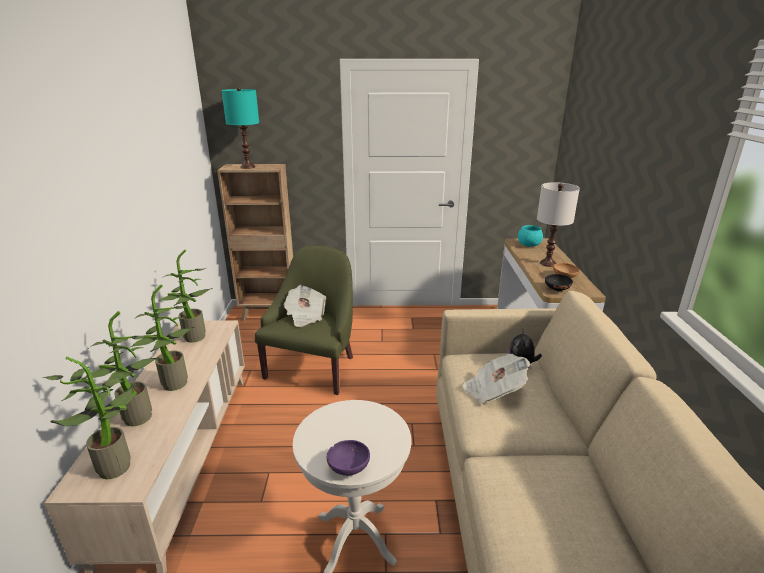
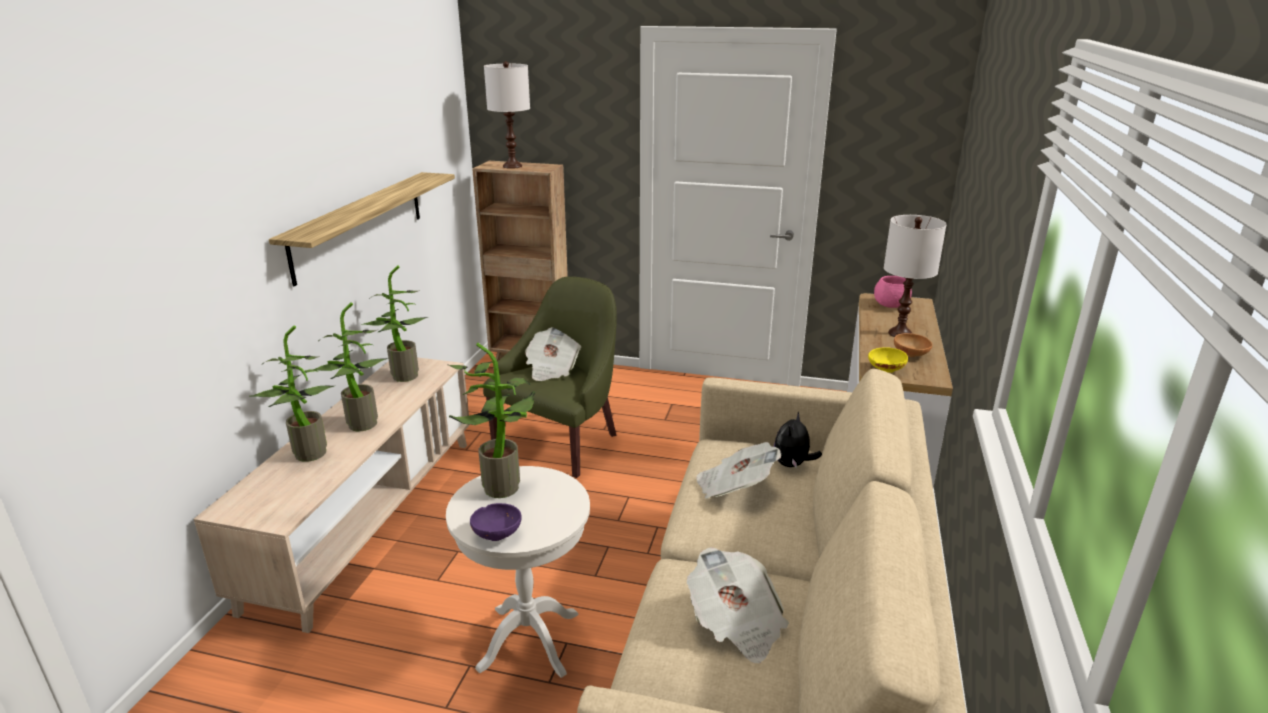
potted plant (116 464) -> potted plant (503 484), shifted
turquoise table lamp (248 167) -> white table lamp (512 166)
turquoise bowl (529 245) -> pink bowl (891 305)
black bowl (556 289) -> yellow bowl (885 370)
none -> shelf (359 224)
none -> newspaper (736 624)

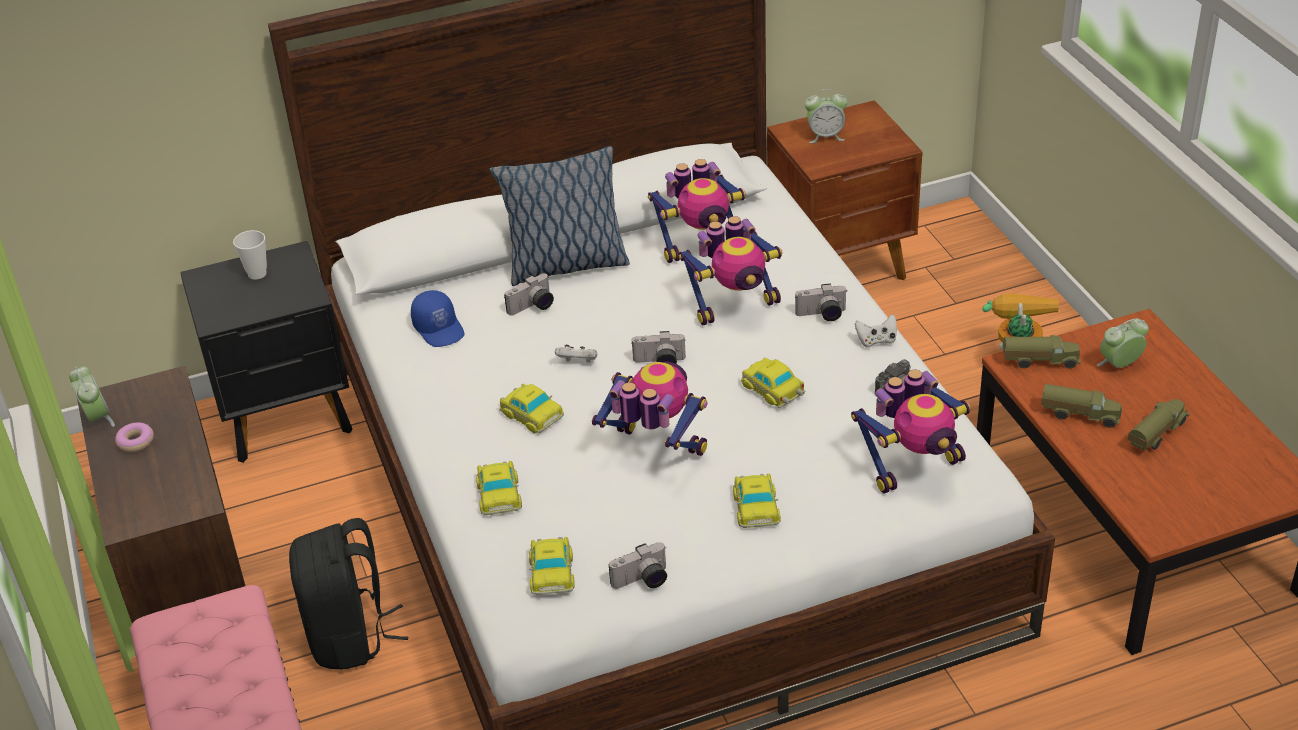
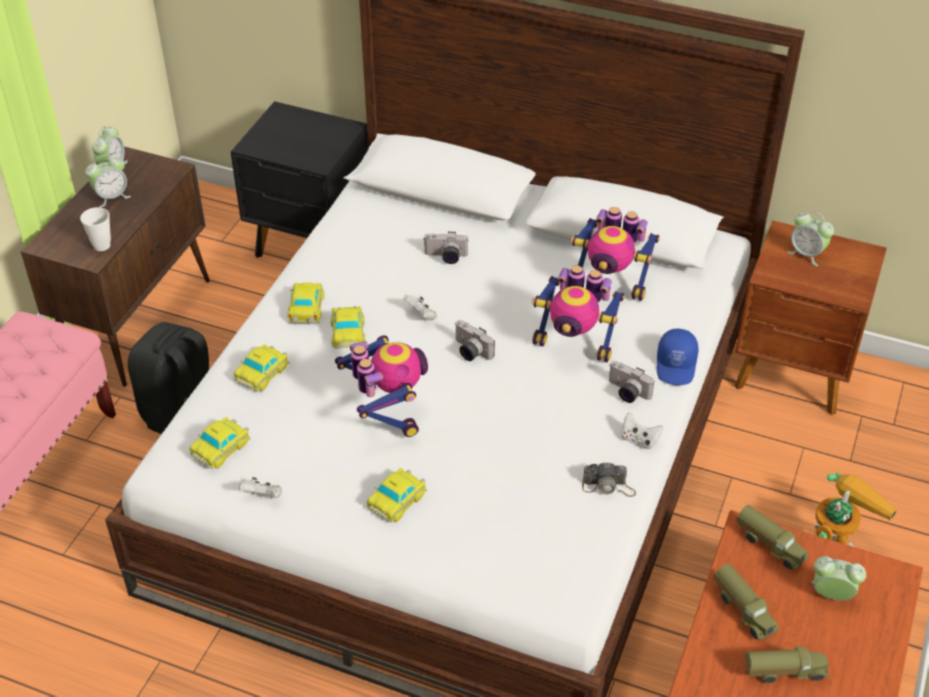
donut (136 442) -> alarm clock (112 197)
cup (257 273) -> cup (102 245), shifted
blue cap (439 328) -> blue cap (677 365), shifted
pillow (565 266) -> none
photo camera (642 581) -> white game controller (263 496)
toy car (773 389) -> toy car (306 309), shifted
toy robot (913 466) -> none

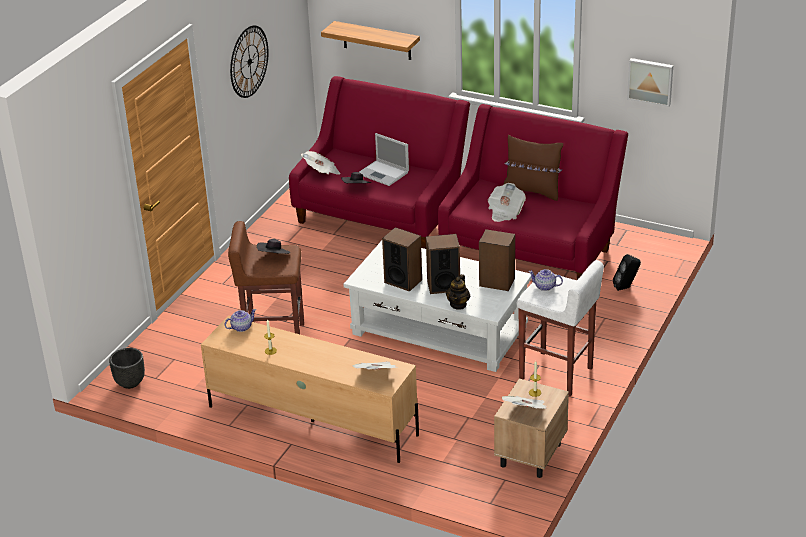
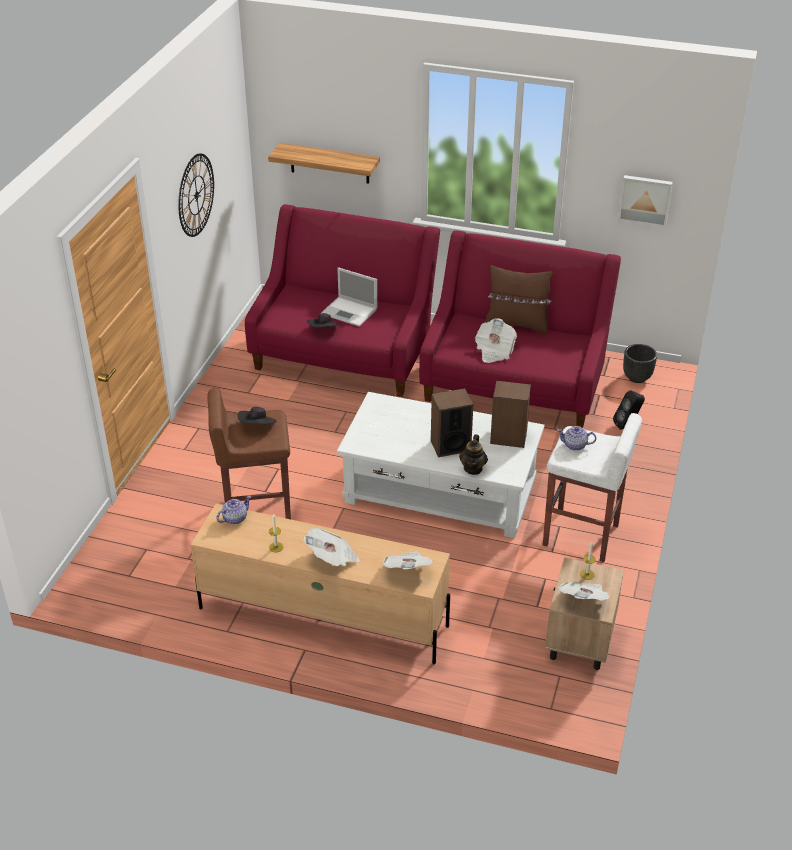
black planter (130 383) -> black planter (637 377), shifted
newspaper (322 172) -> newspaper (332 558), shifted
speaker (403 281) -> none

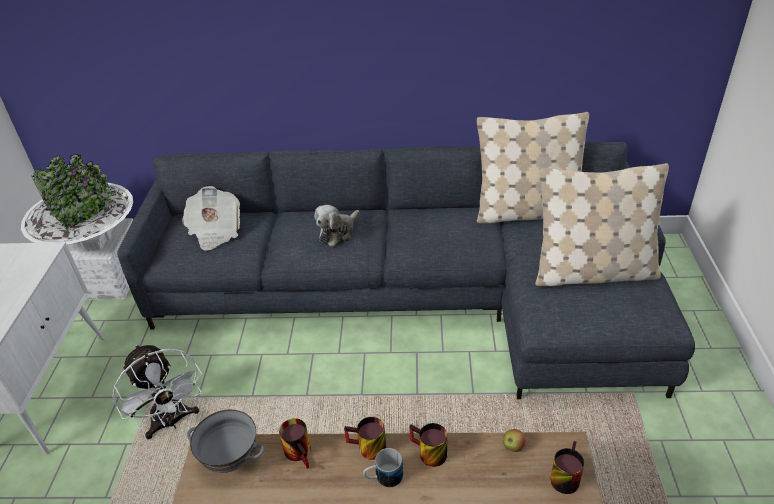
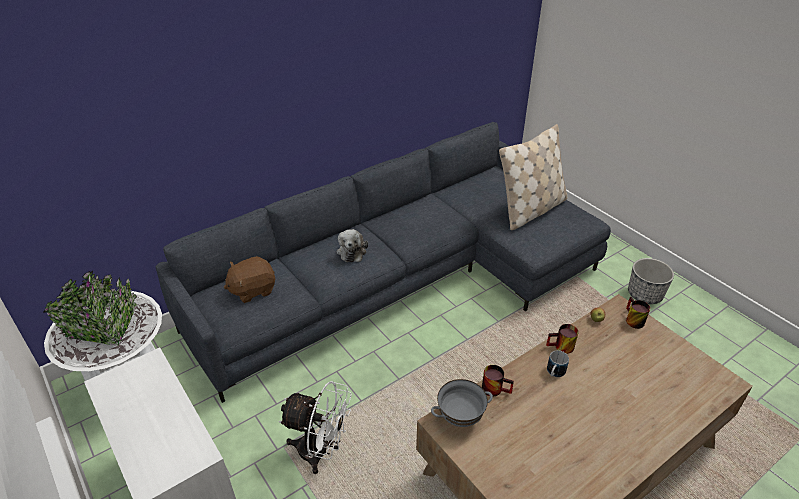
newspaper (215 231) -> brown plush toy (252 290)
mug (367 449) -> none
beige pillow (528 212) -> none
none -> planter (645 294)

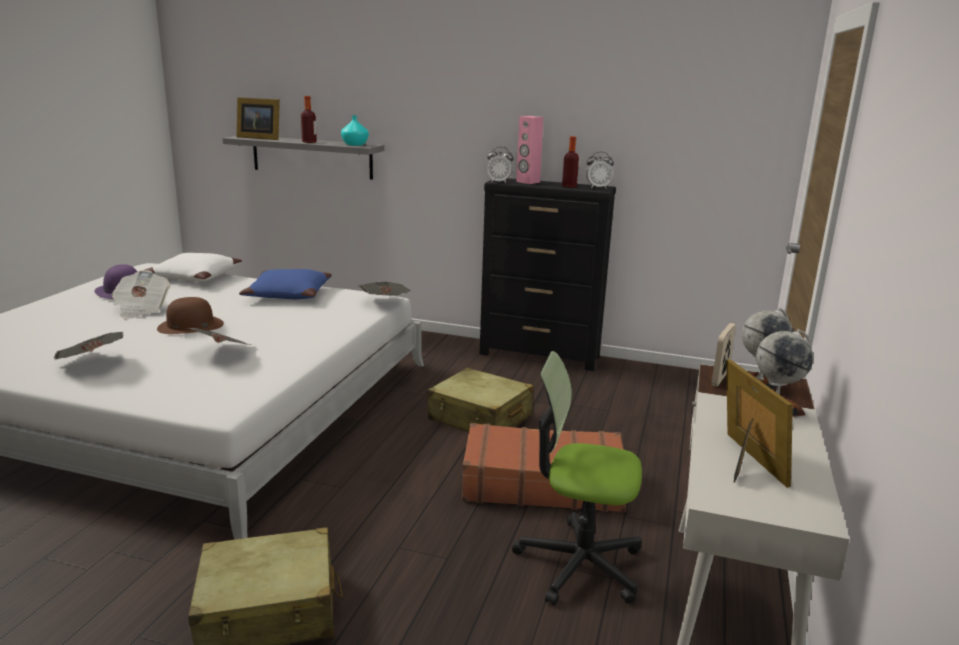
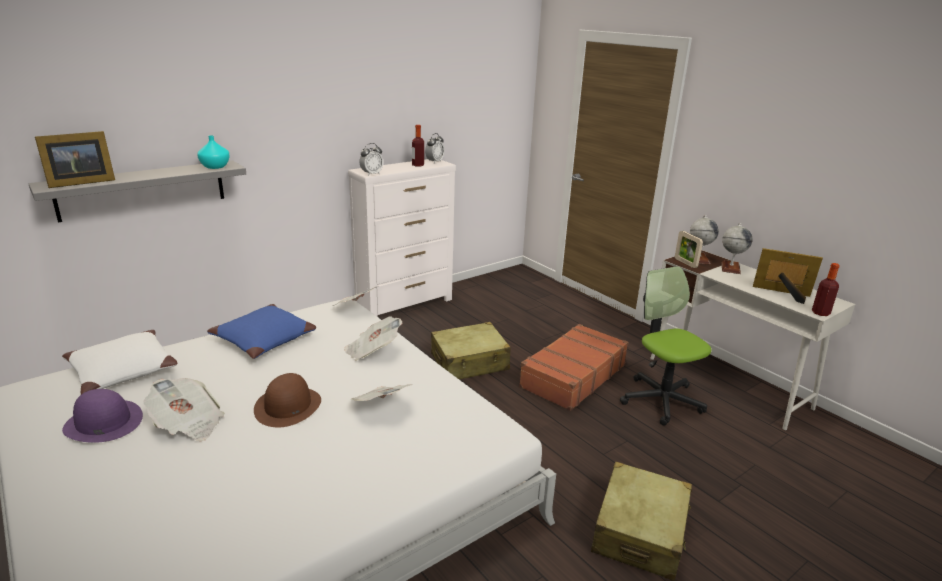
newspaper (91 363) -> newspaper (372 351), shifted
bottle (309 142) -> bottle (820 313), shifted
black dresser (540 356) -> white dresser (405 305)
office chair (579 564) -> office chair (661 400), 105 degrees clockwise
pink speaker (527 182) -> none

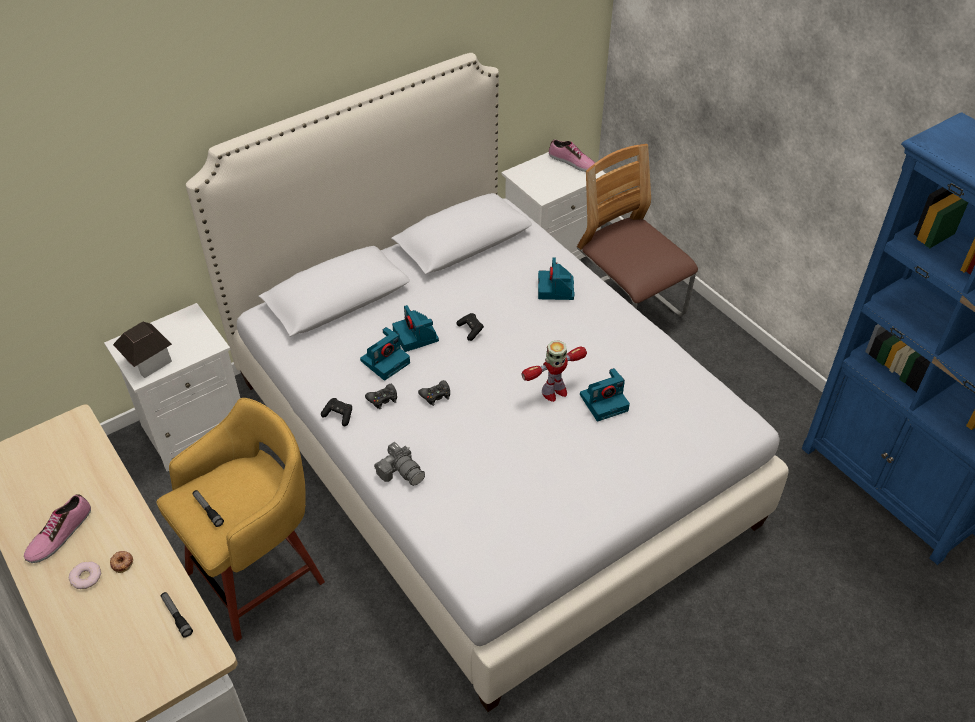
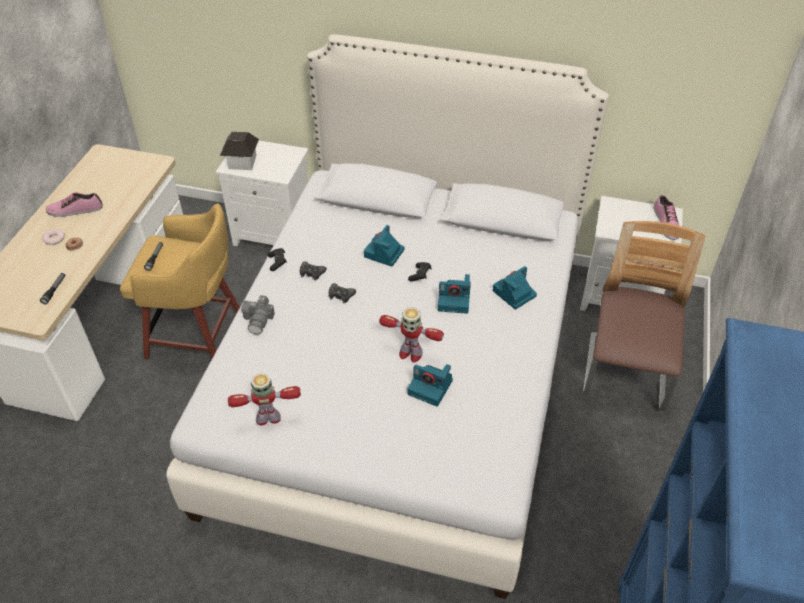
photo camera (385 361) -> photo camera (454 300), shifted
none -> toy robot (269 418)

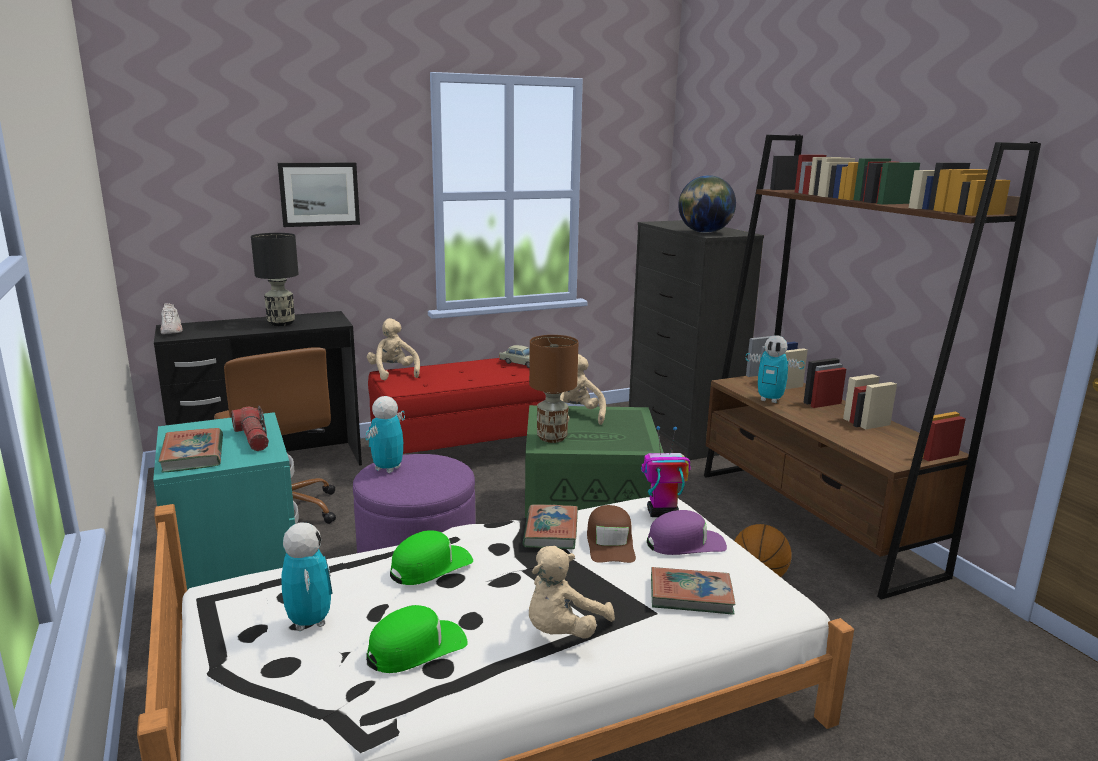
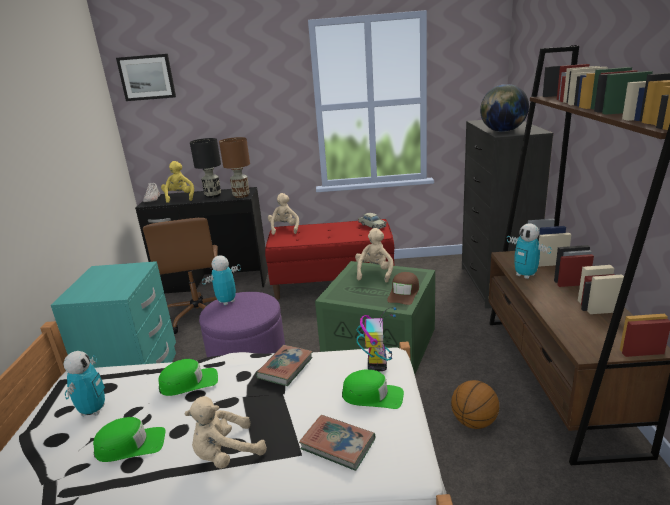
book (193 455) -> none
flashlight (253 438) -> none
picture (319 194) -> picture (147 77), shifted
brown table lamp (551 438) -> brown table lamp (241 196), shifted
brown cap (610 543) -> brown cap (404 293), shifted
toy robot (661 513) -> toy robot (377 365), 75 degrees clockwise
purple cap (685 543) -> green cap (372 396)
none -> yellow plush toy (180 198)

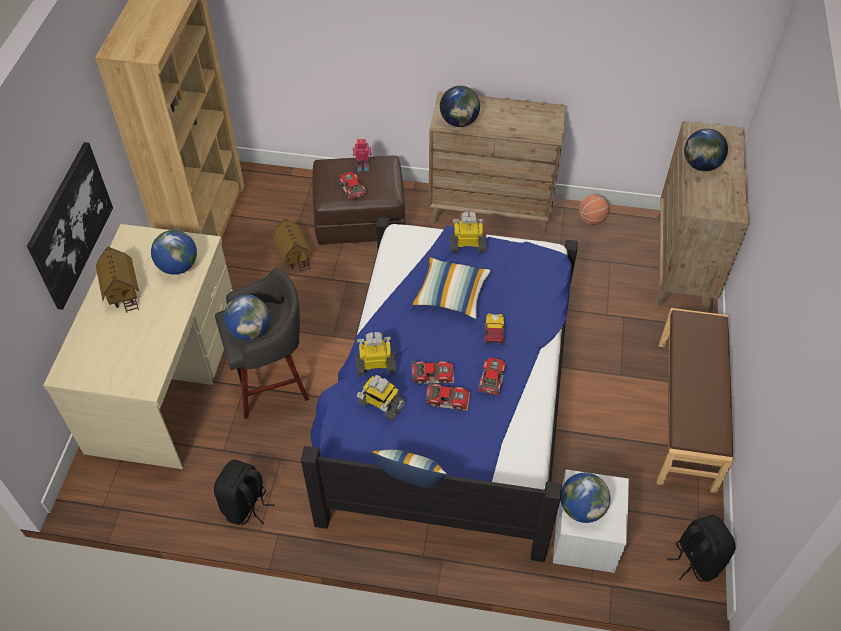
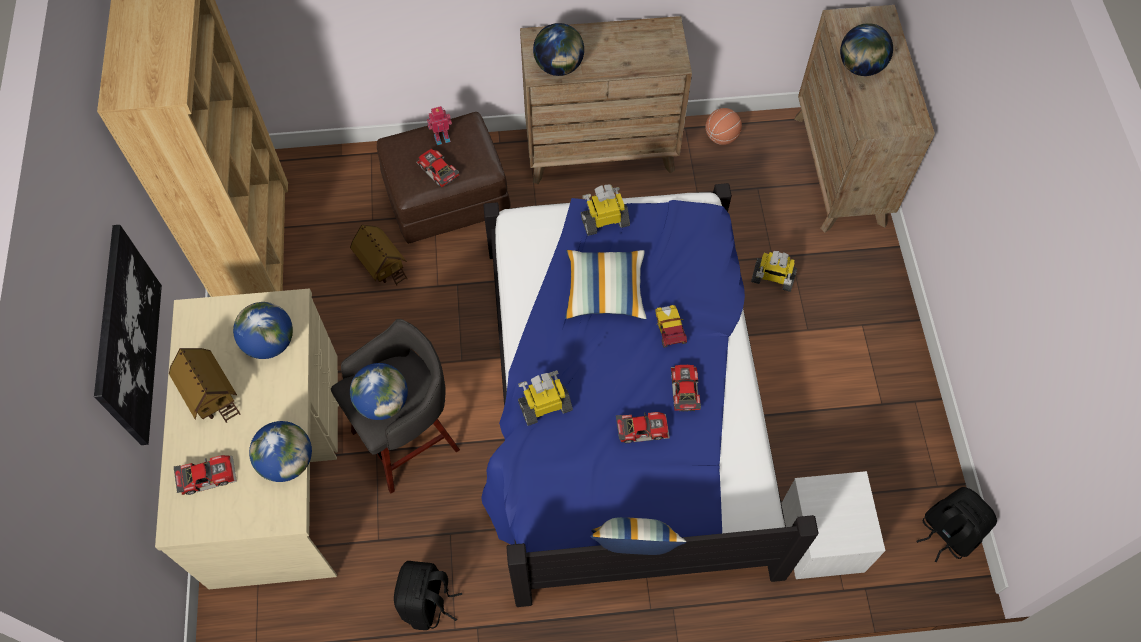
toy robot (381 404) -> toy robot (772 278), shifted
toy car (432 374) -> toy car (207 475), shifted
globe (581 508) -> globe (287 461), shifted
brown bench (687 414) -> none

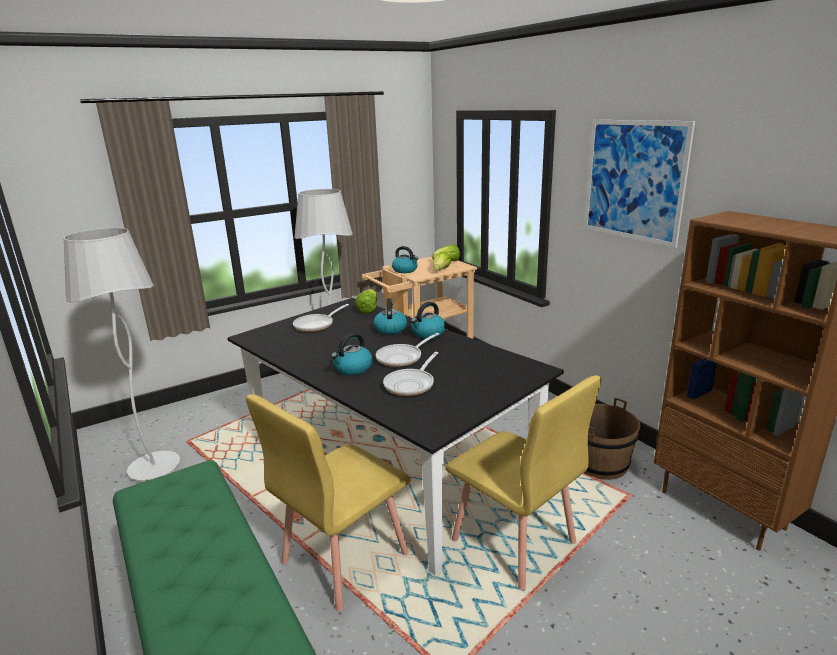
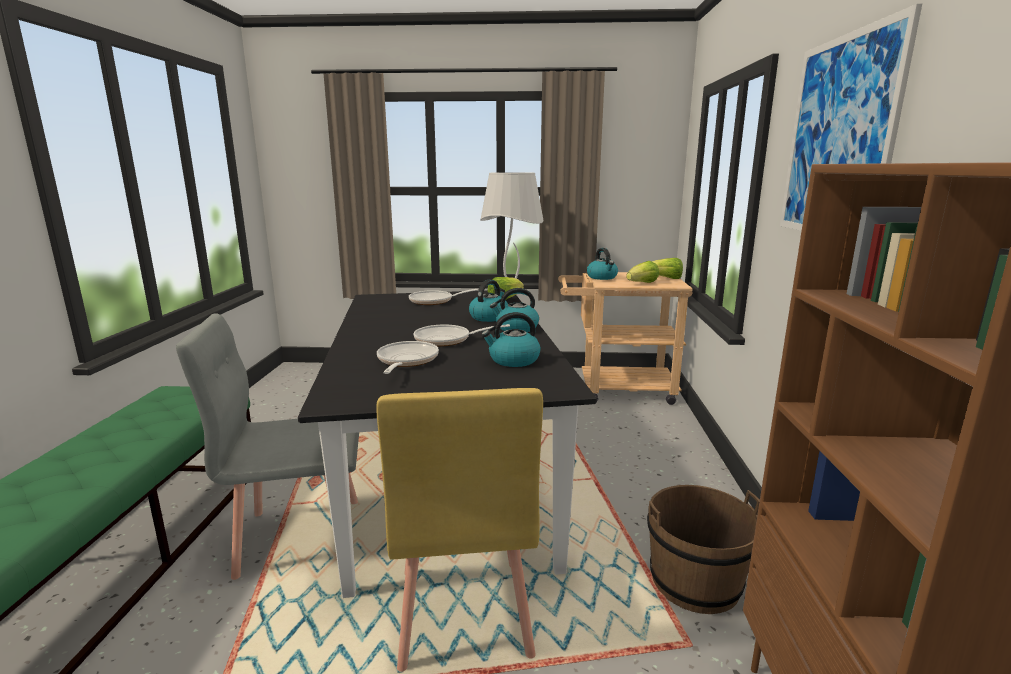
white floor lamp (154 468) -> none
yellow chair (343 558) -> grey chair (299 536)
kettle (352 368) -> kettle (513 360), shifted
frying pan (411 384) -> frying pan (406 361), 120 degrees clockwise

